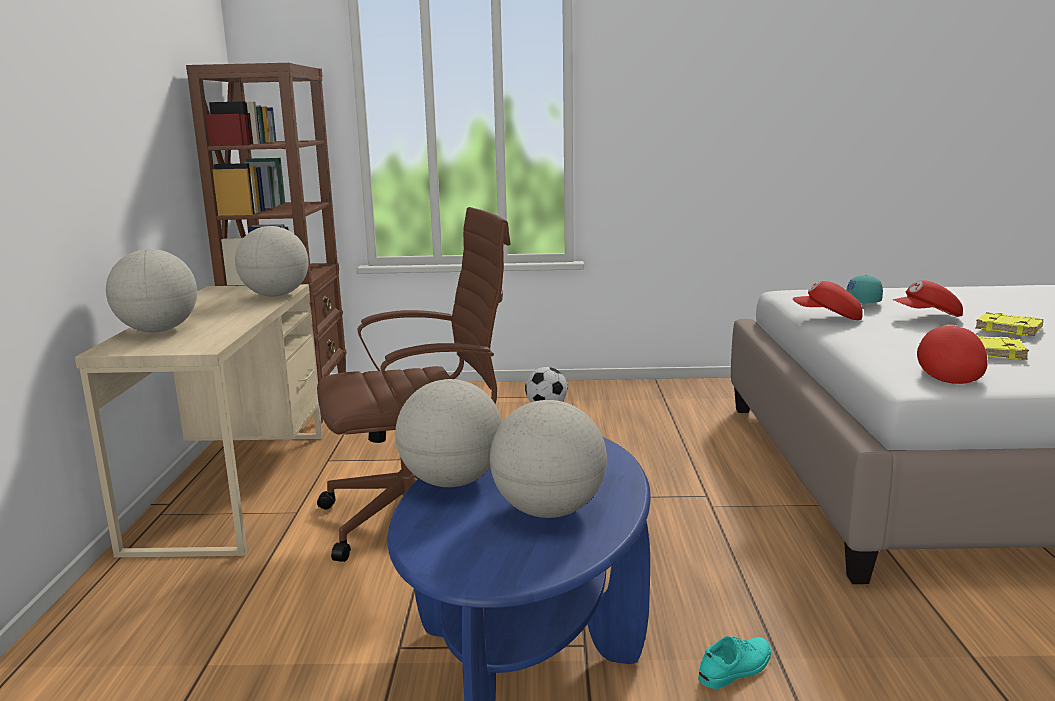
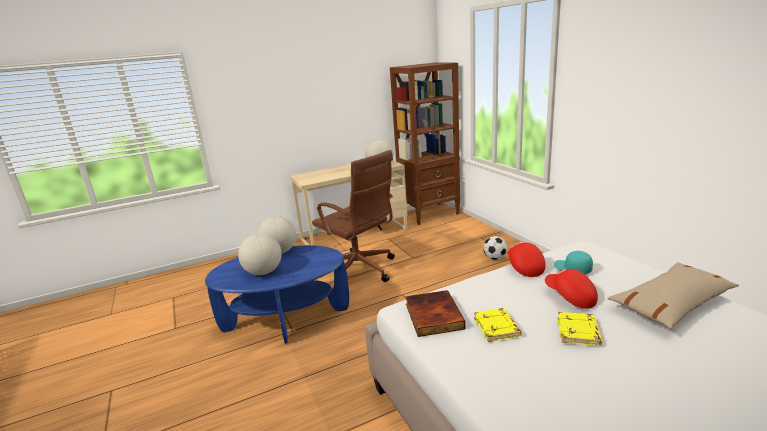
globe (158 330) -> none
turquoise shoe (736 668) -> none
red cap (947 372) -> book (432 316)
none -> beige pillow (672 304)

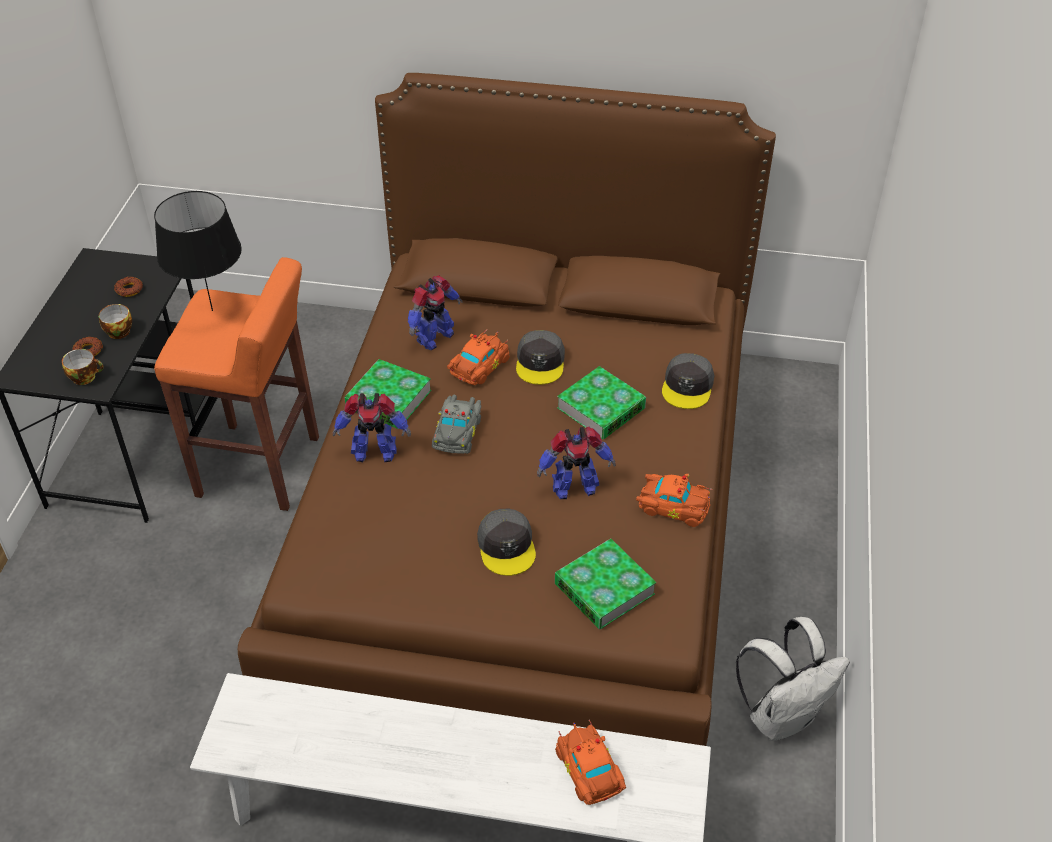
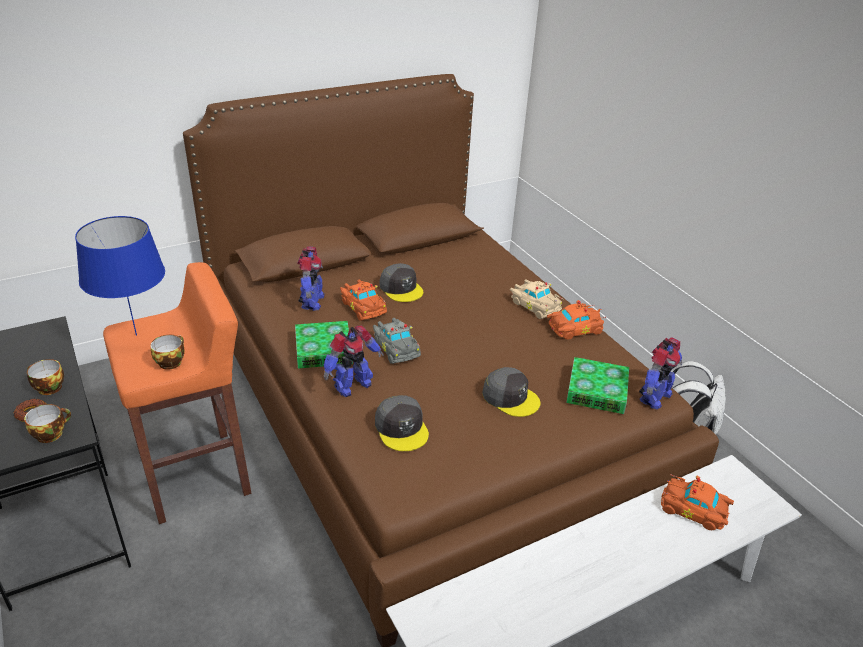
donut (129 290) -> none
black table lamp (212 310) -> blue table lamp (136 335)
orange toy car (478 367) -> orange toy car (363 306), 150 degrees clockwise
toy robot (574 487) -> toy robot (654 397), shifted
book (601 408) -> none
grey cap (688 386) -> grey cap (401 428), shifted
none -> cup (170 361)
none -> beige toy car (535 305)

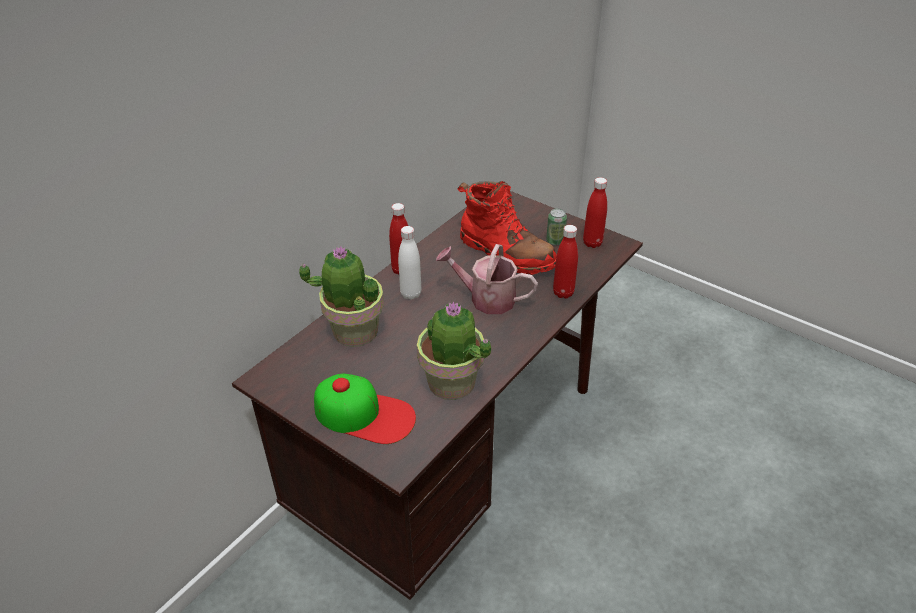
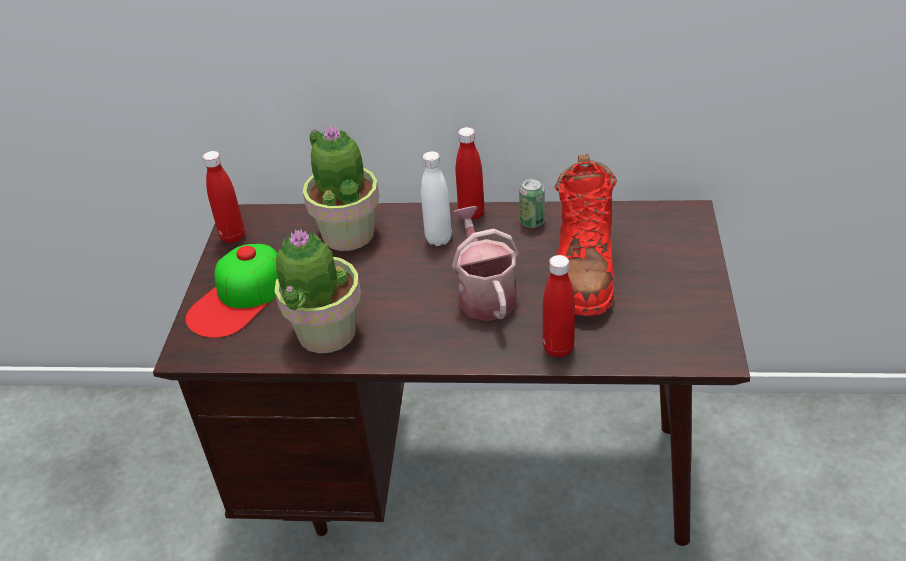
cap (364 414) -> cap (238 298), 45 degrees clockwise
can (555 241) -> can (532 222), shifted
red bottle (592 243) -> red bottle (233 236), shifted

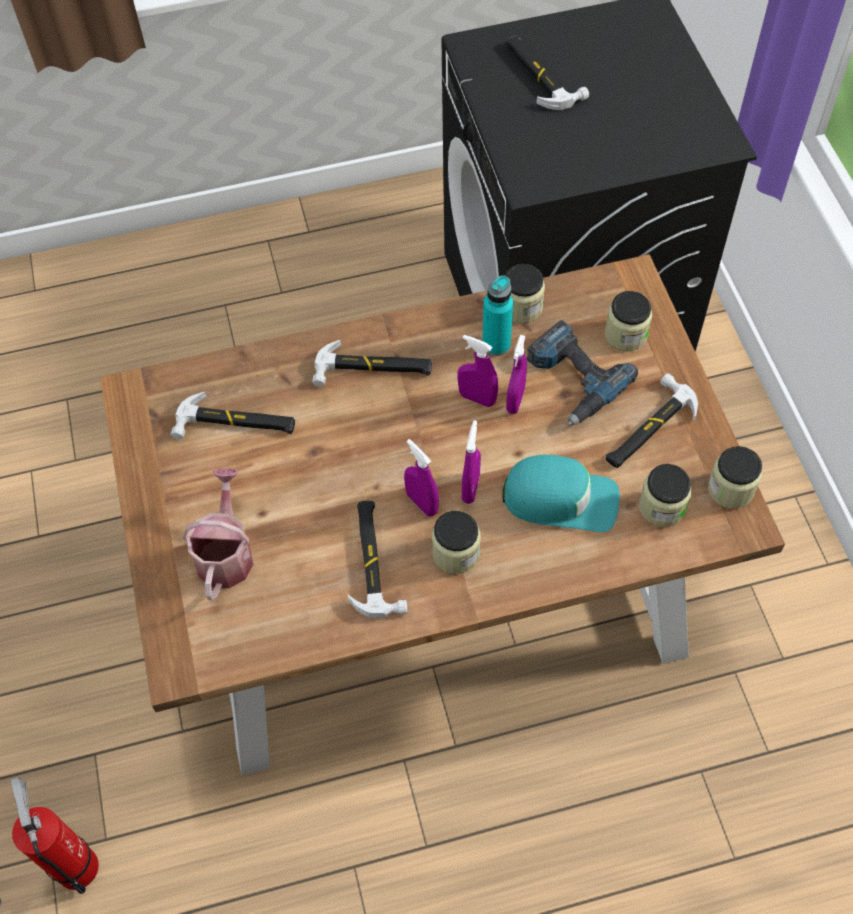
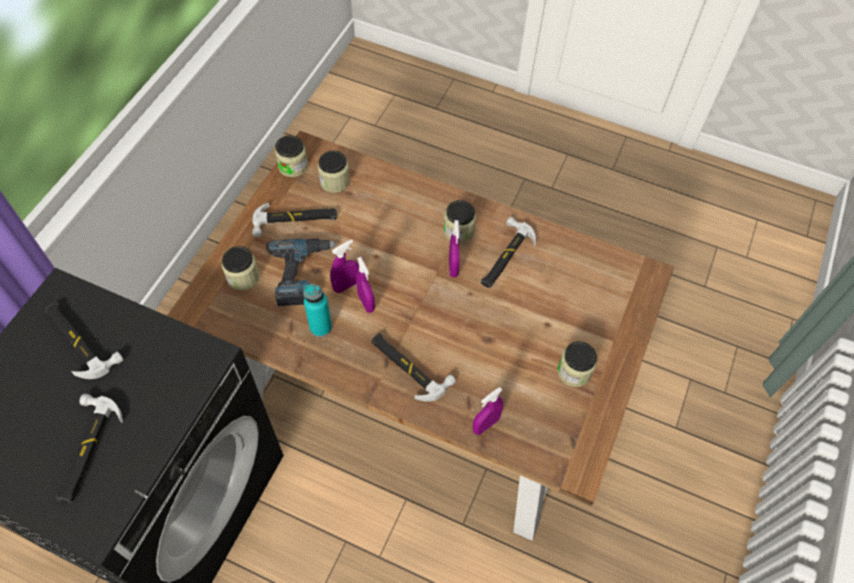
fire extinguisher (76 862) -> none
hammer (236 424) -> hammer (79 341), shifted
watering can (226 553) -> none
purple spray bottle (470 488) -> purple spray bottle (485 425), shifted
turquoise cap (560 499) -> none
jar (521 307) -> jar (574 371), shifted

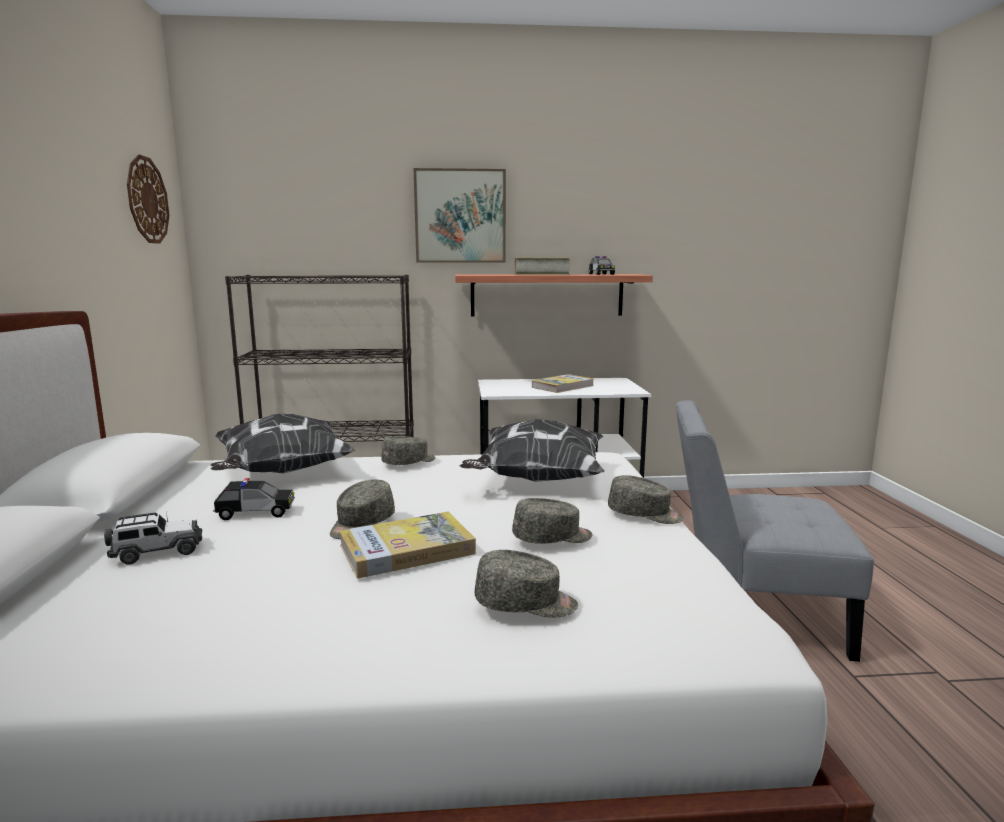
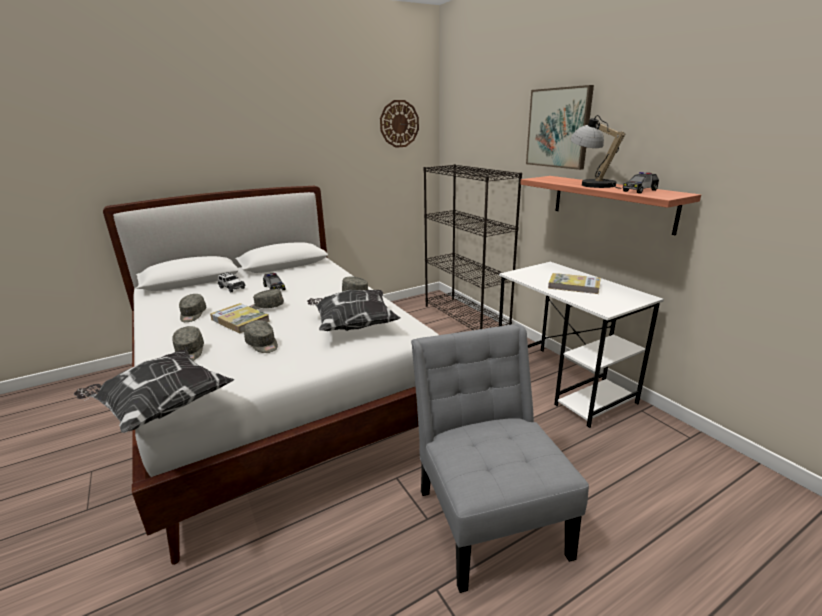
pillow (281 472) -> pillow (161 408), shifted
book (541 274) -> table lamp (591 184)
grey cap (645 515) -> grey cap (193 315), shifted

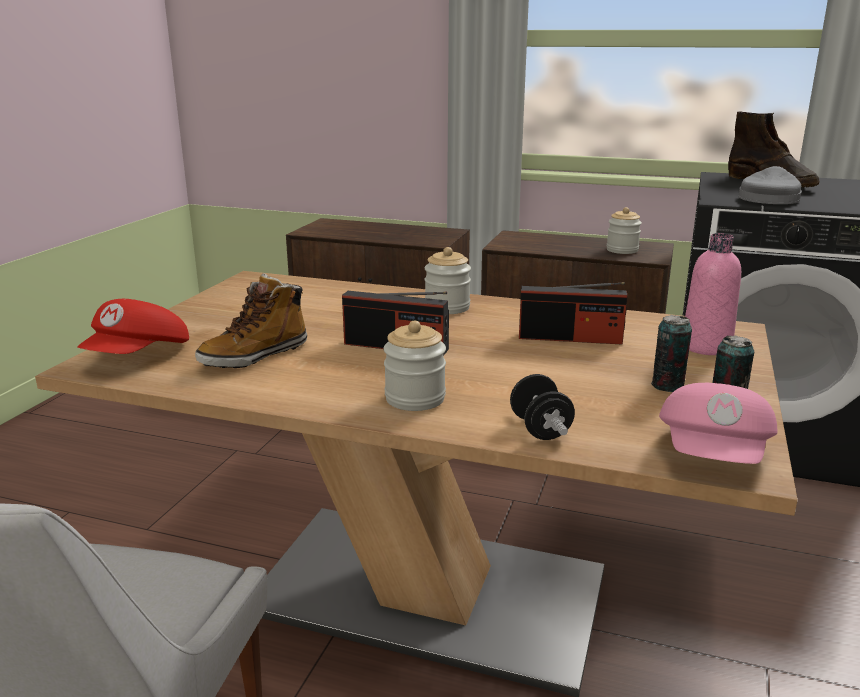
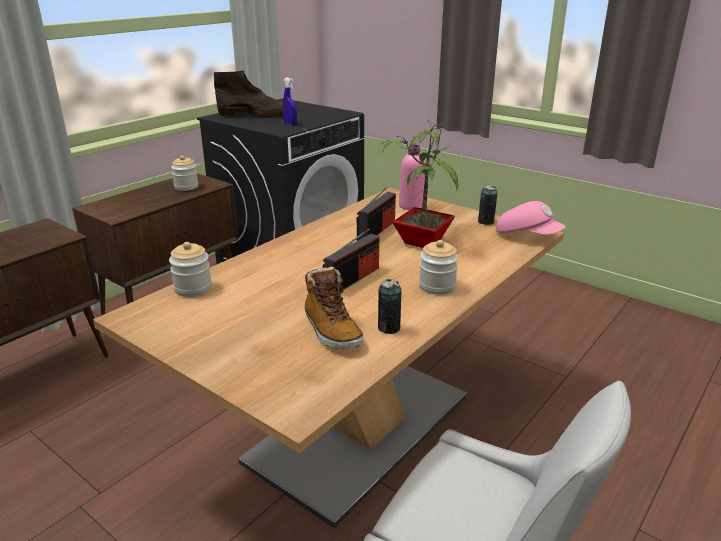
red cap (139 357) -> none
jar (447 307) -> jar (193 288), shifted
black dumbbell (540 429) -> none
can (667 386) -> can (389 328), shifted
grey cap (768 199) -> blue spray bottle (290 124)
none -> potted plant (420 241)

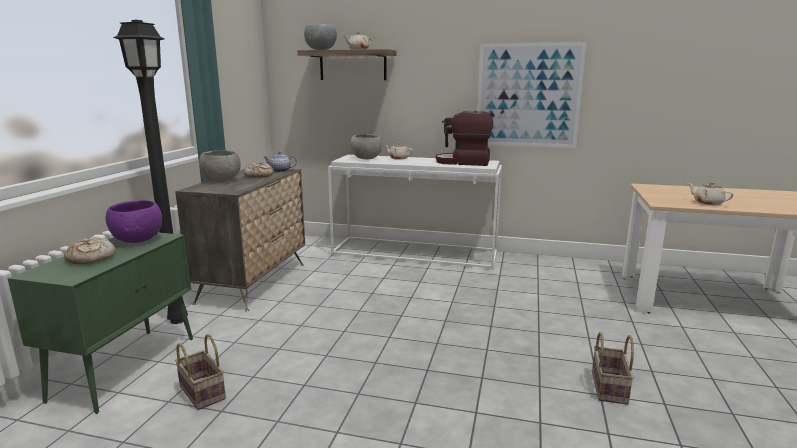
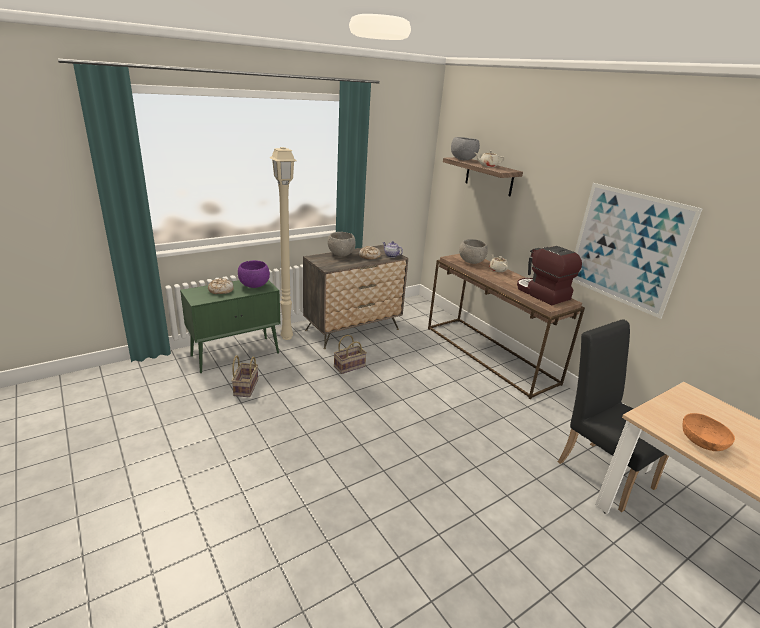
black floor lamp (180 320) -> beige floor lamp (287 337)
white console table (416 253) -> brown console table (490 355)
basket (607 386) -> basket (349 366), shifted
beige teapot (707 203) -> orange bowl (702 442)
none -> black chair (599 469)

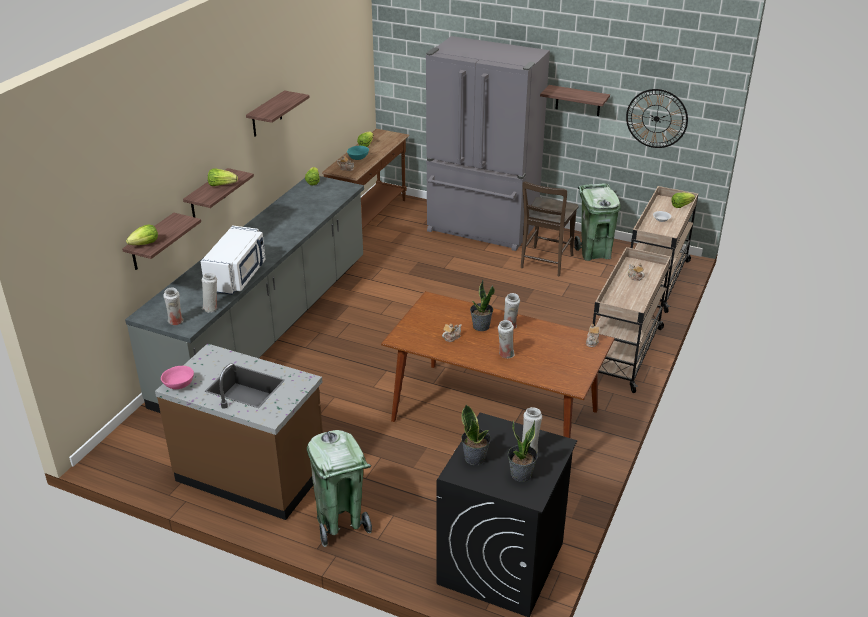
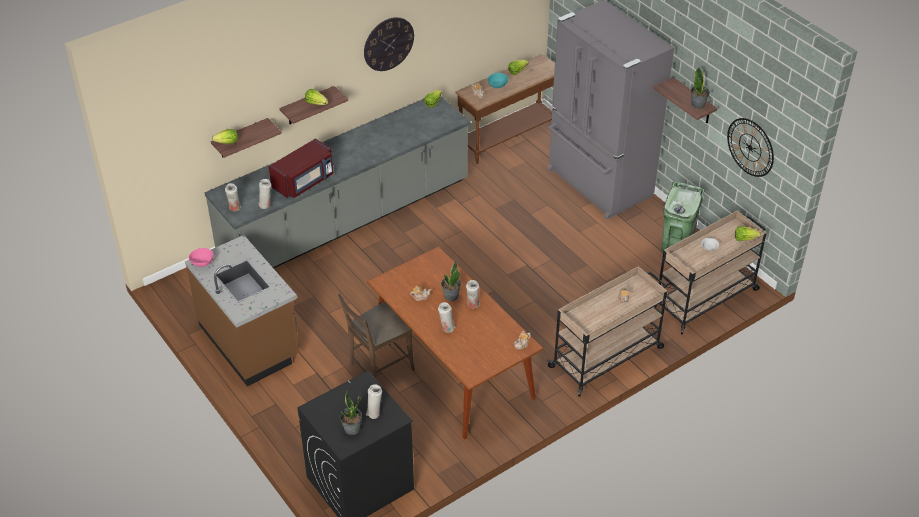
white microwave (237 276) -> red microwave (304 181)
shelf (266 114) -> wall clock (388 44)
green trash can (340 522) -> none
potted plant (475 458) -> potted plant (698 104), shifted
brown chair (545 263) -> brown chair (378 369), shifted

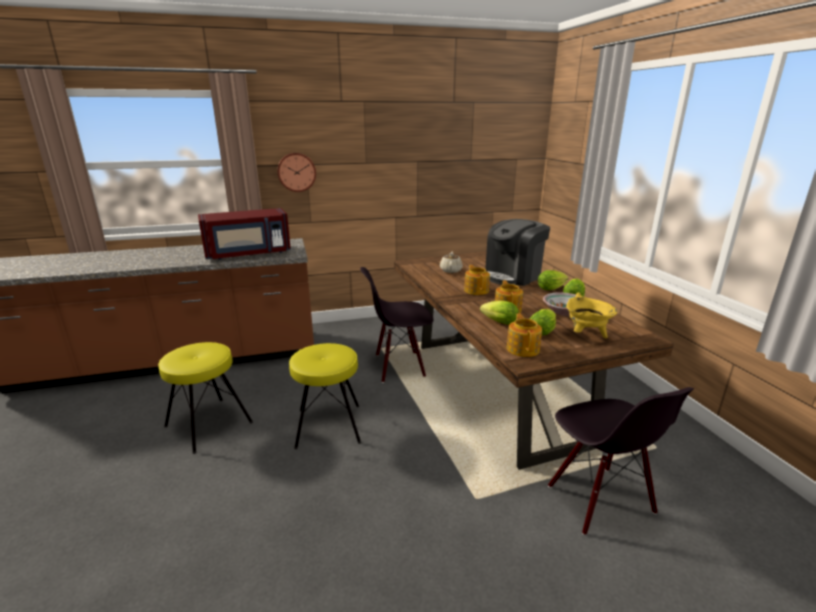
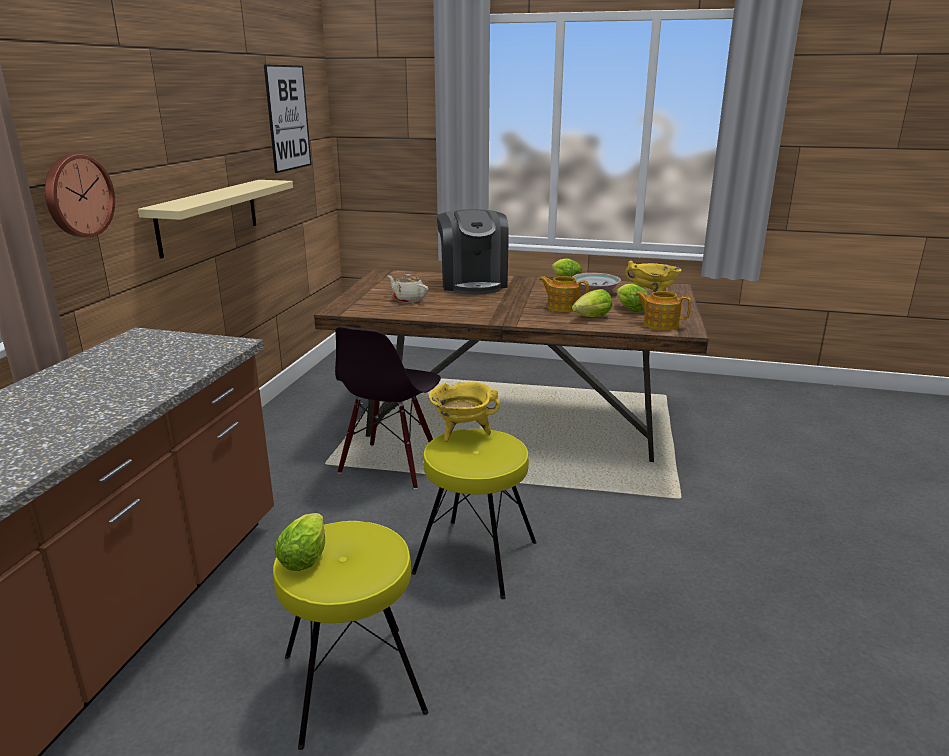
red microwave (248 254) -> none
teapot (476 290) -> none
lettuce (552 289) -> lettuce (306 556), shifted
black chair (599 500) -> none
none -> beige shelf (208 216)
none -> picture (288 118)
none -> yellow cooking pot (462 433)

